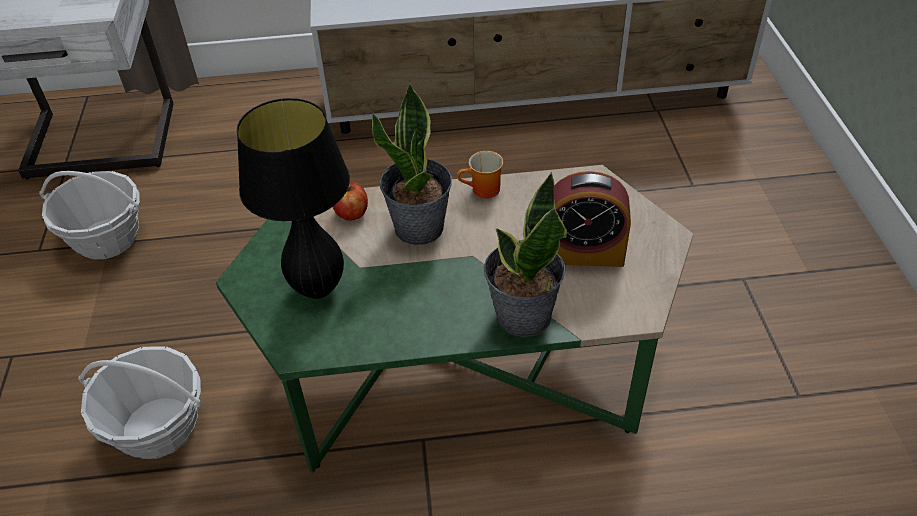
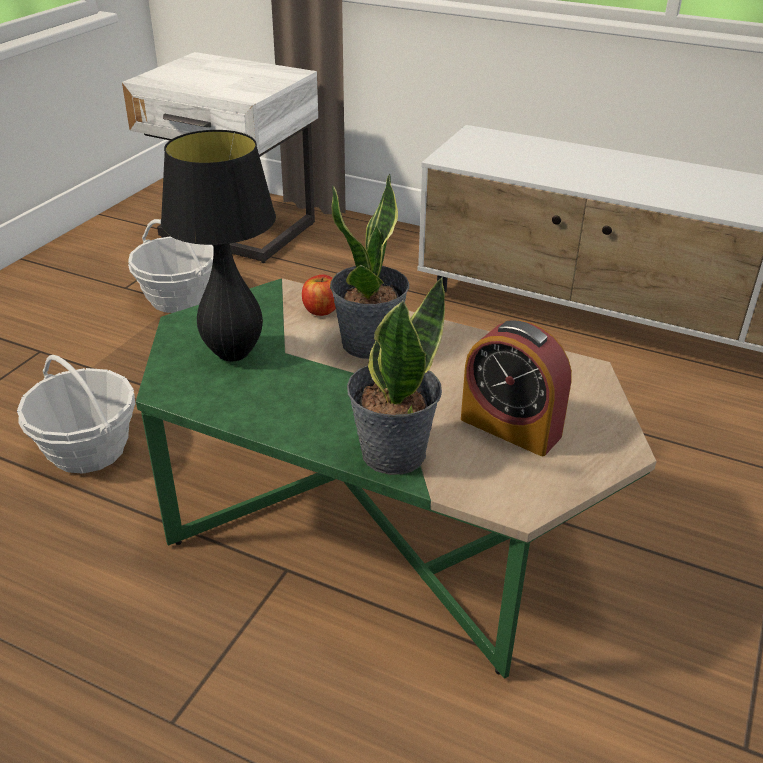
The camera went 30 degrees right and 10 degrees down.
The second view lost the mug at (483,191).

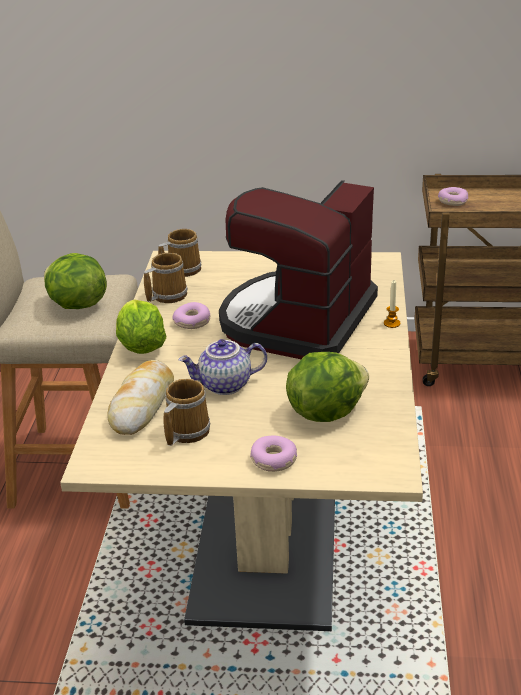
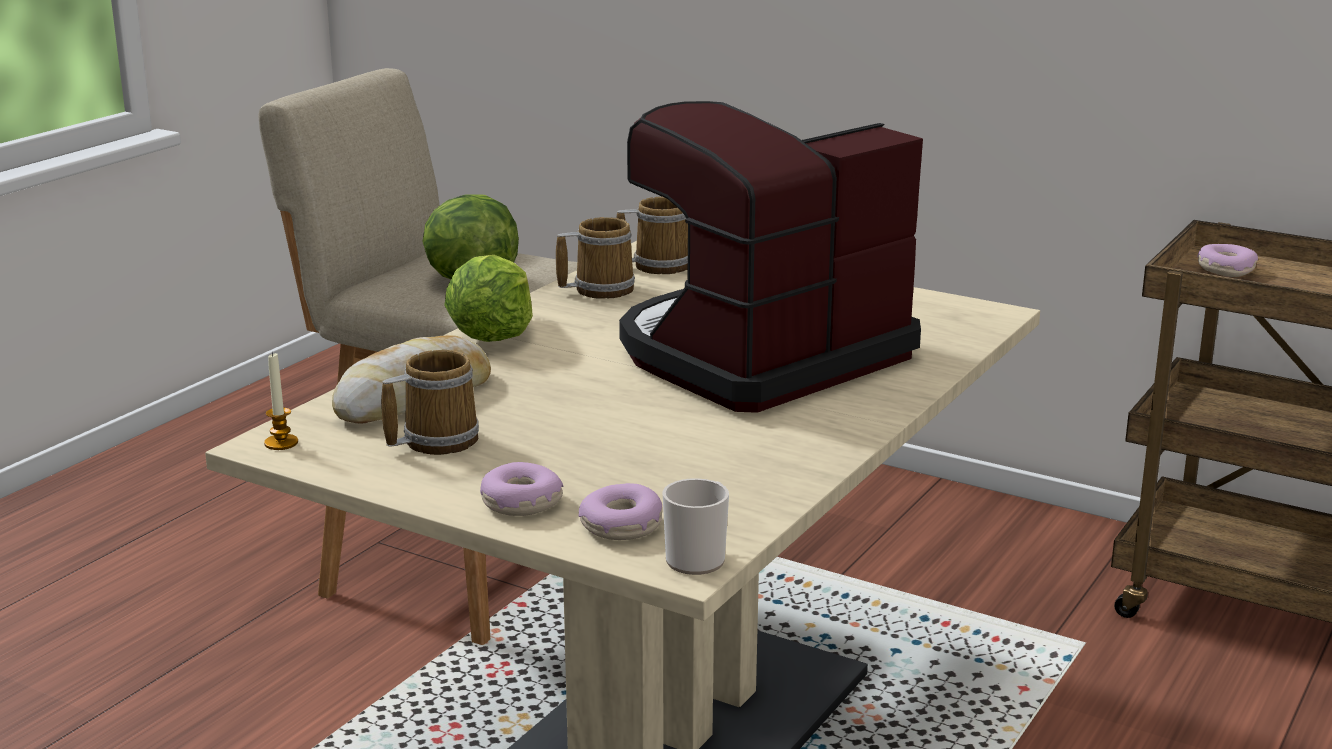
The camera went 25 degrees right and 10 degrees down.
The wax light ended up elsewhere, having gone from (392,323) to (281,443).
The donut ended up elsewhere, having gone from (192,322) to (621,526).
The second view lost the teapot at (225,386).
The second view lost the lettuce at (325,411).
The second view gained the mug at (699,557).

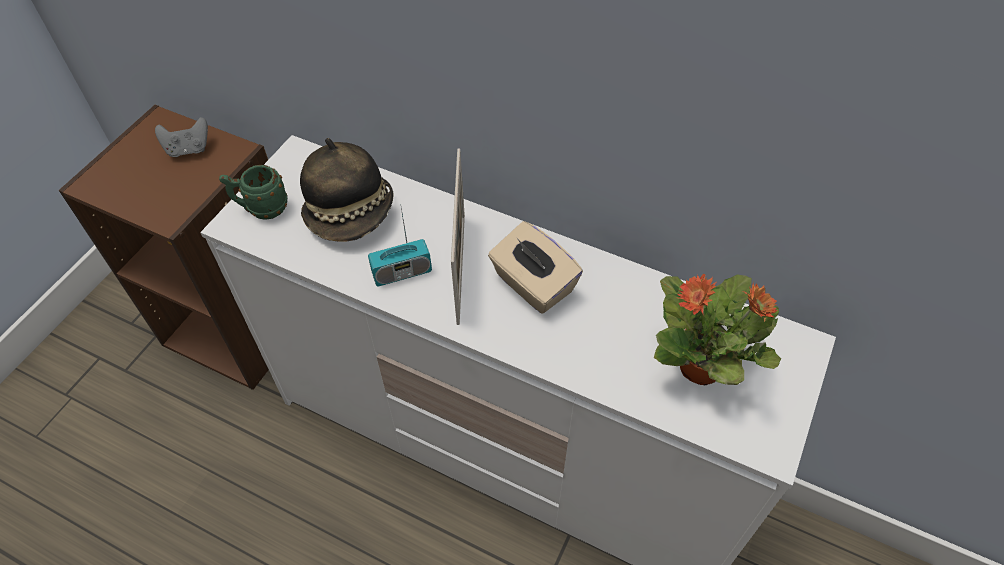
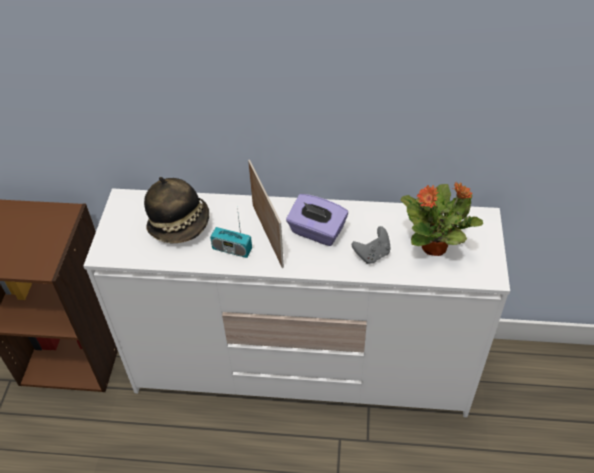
The camera went 20 degrees left and 5 degrees down.
The game controller (gray) ended up elsewhere, having gone from (188,149) to (372,254).
The second view lost the mug (greenish) at (261,209).
The radio set at (402,272) ended up facing another way, 60 degrees clockwise from before.
What was the box of tissues (beige-coloured) at (533,285) turned into the box of tissues (purple) at (316,232).

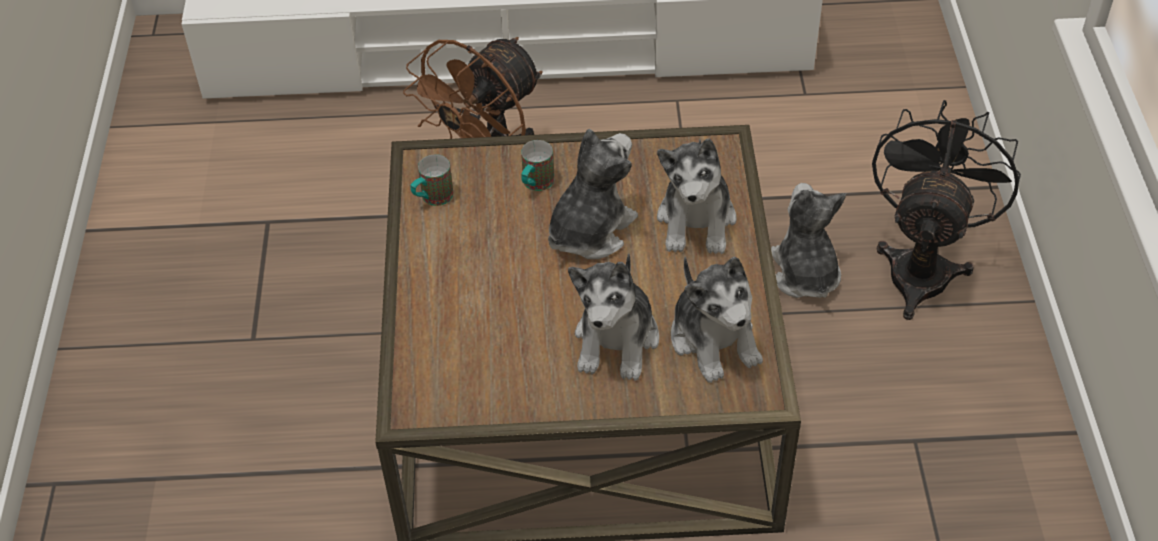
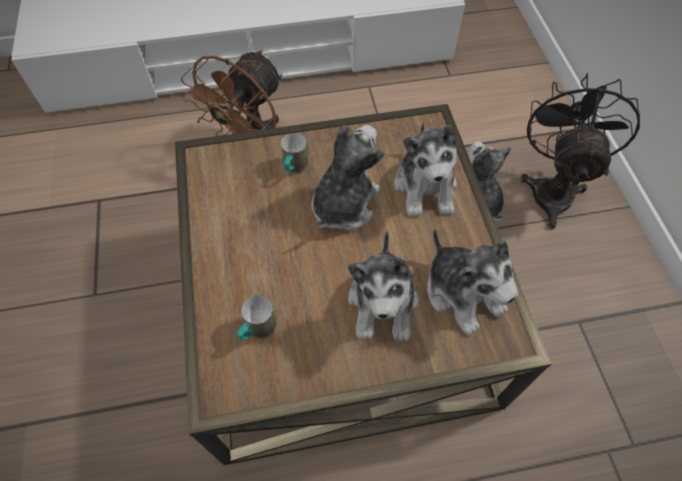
The camera went 10 degrees left and 10 degrees up.
The mug ended up elsewhere, having gone from (432,199) to (257,330).

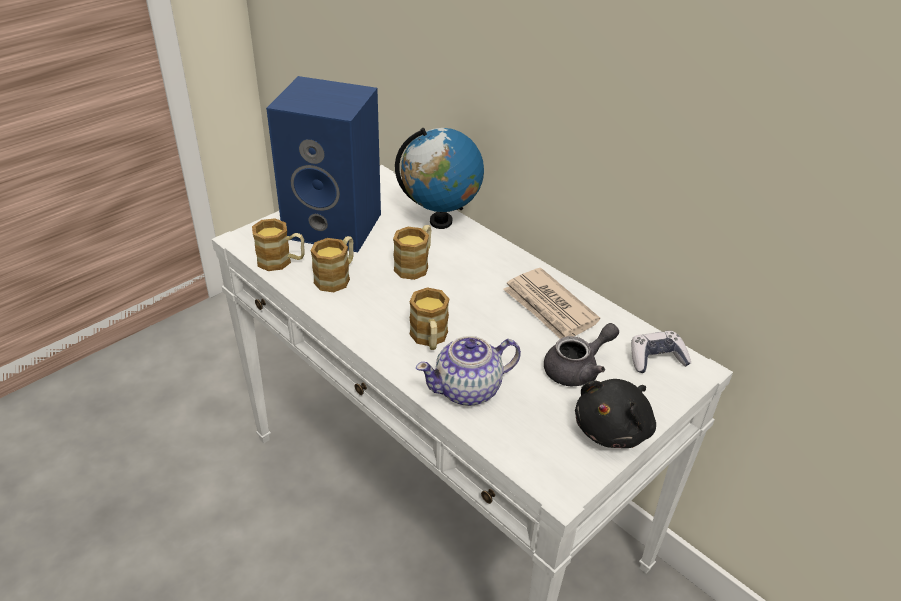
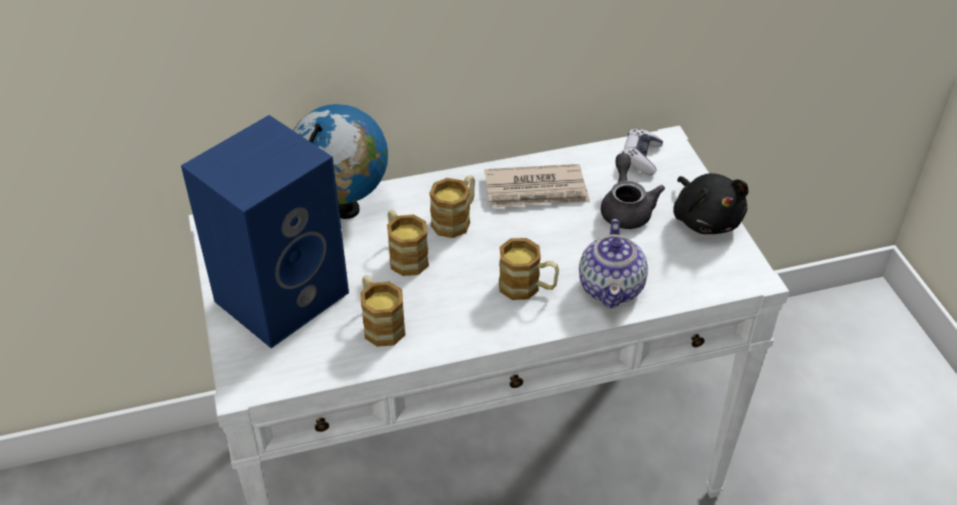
The camera went 60 degrees left and 5 degrees up.
The mug ended up elsewhere, having gone from (281,261) to (456,219).

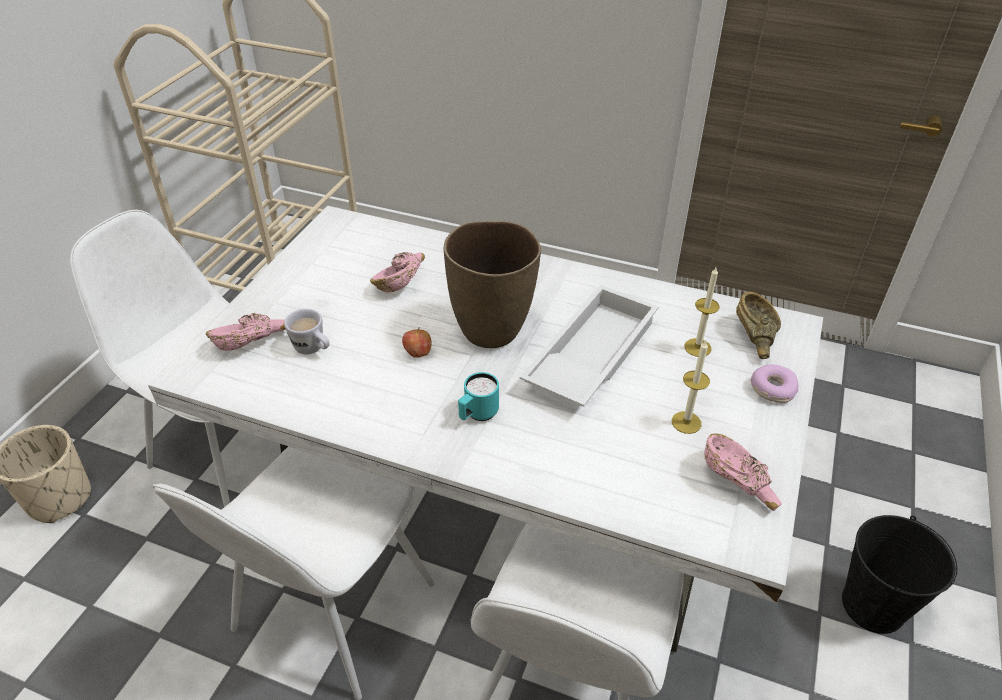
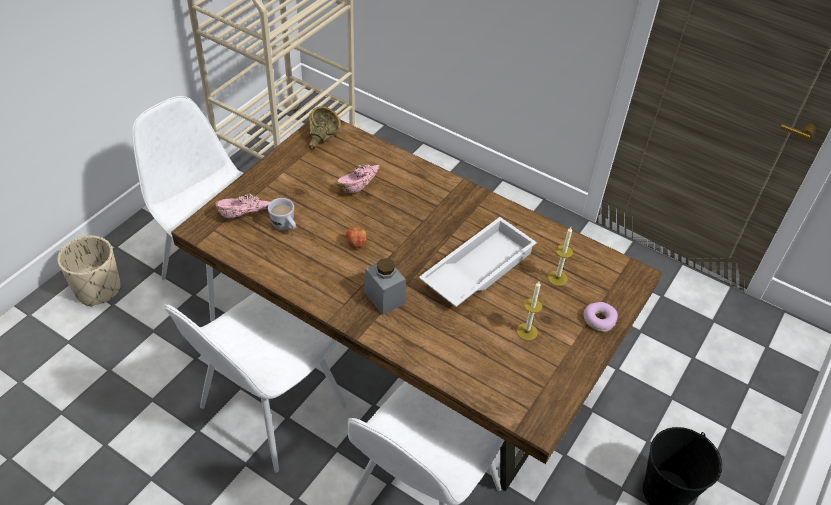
The camera went 10 degrees right and 5 degrees up.
What was the dining table (whitish) at (498,513) turned into the dining table (brown-coloured) at (406,365).
The second view lost the decorative vase (brown-coloured) at (492,330).
The bowl (brown-coloured) ended up elsewhere, having gone from (758,338) to (323,137).
Where the mug (turquoise-coloured) stood at (477,415), the storage jar (gray) came to stand at (384,297).
The second view lost the bowl (pinkish) at (741,482).

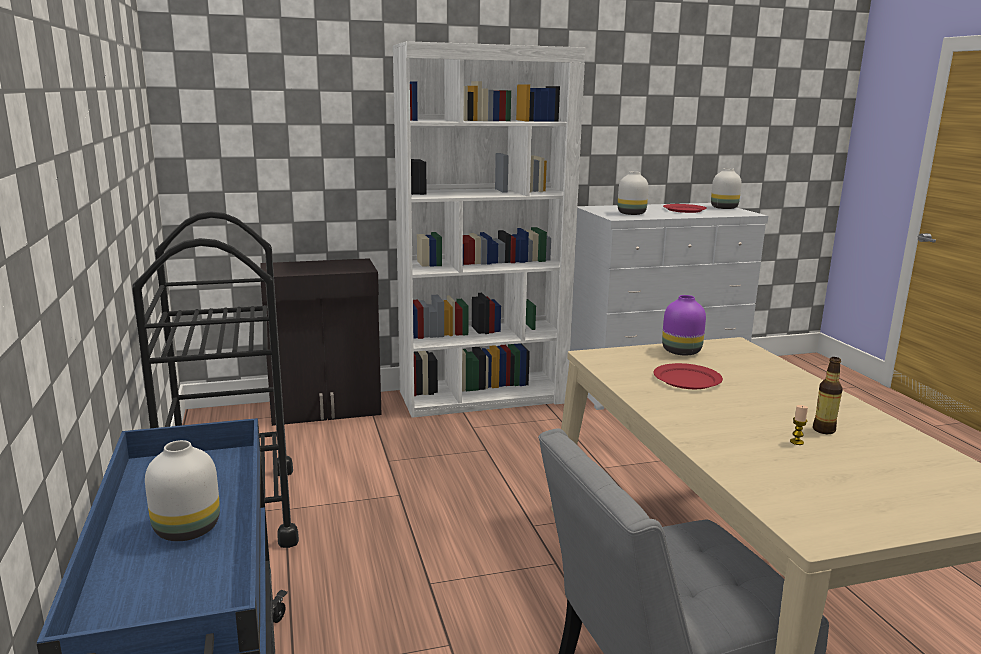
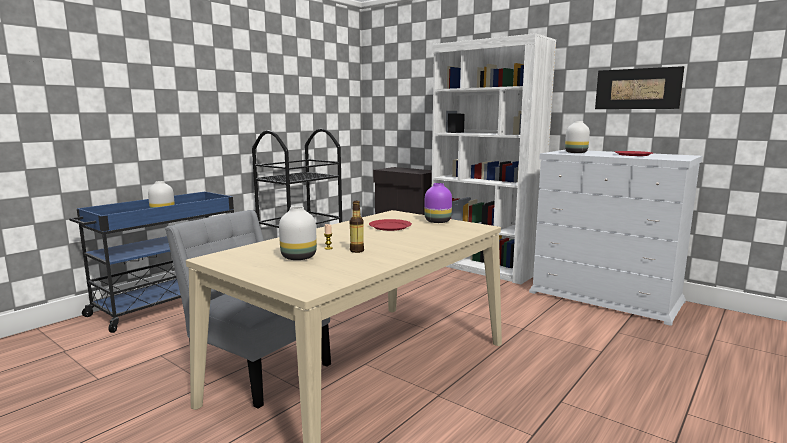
The camera went 55 degrees right and 5 degrees down.
The decorative vase (whitish) ended up elsewhere, having gone from (723,208) to (298,257).
The second view gained the wall picture at (637,89).

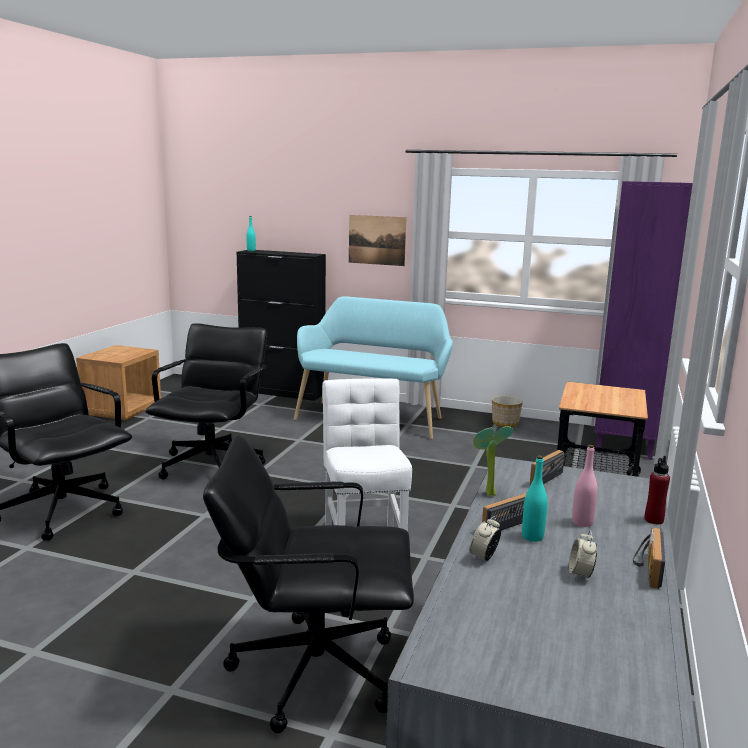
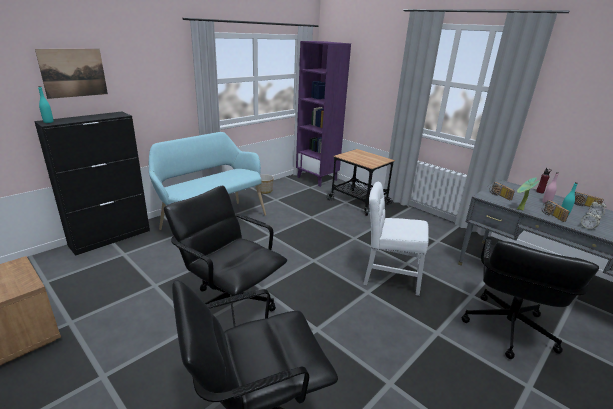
The camera went 65 degrees left and 10 degrees up.
The wall picture ended up elsewhere, having gone from (377,240) to (73,73).

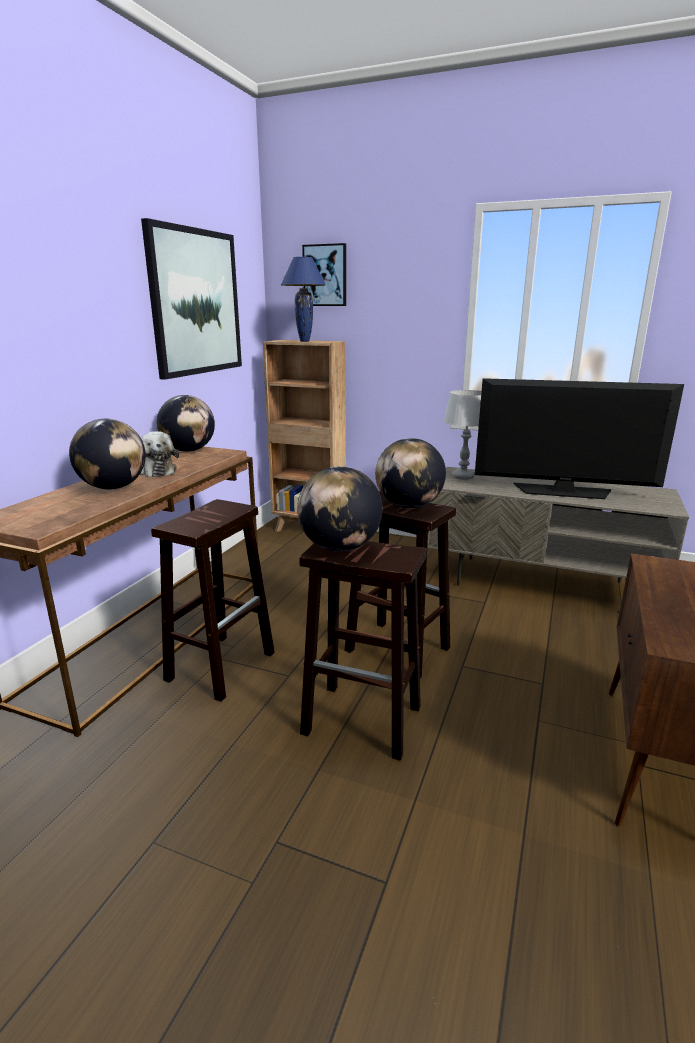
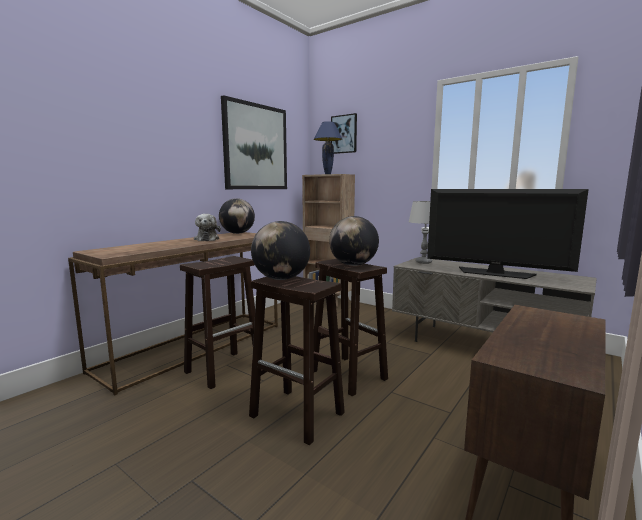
The camera went 15 degrees right and 10 degrees down.
The second view lost the desk globe at (113,487).

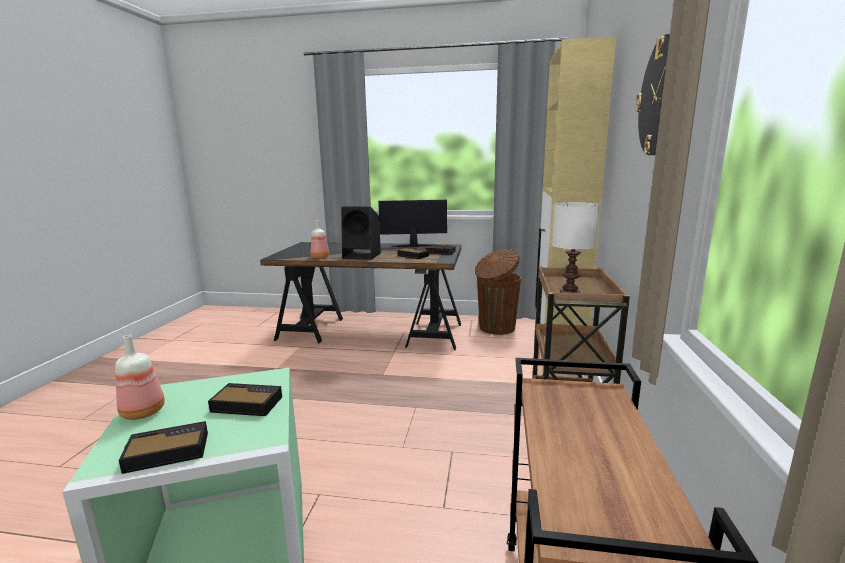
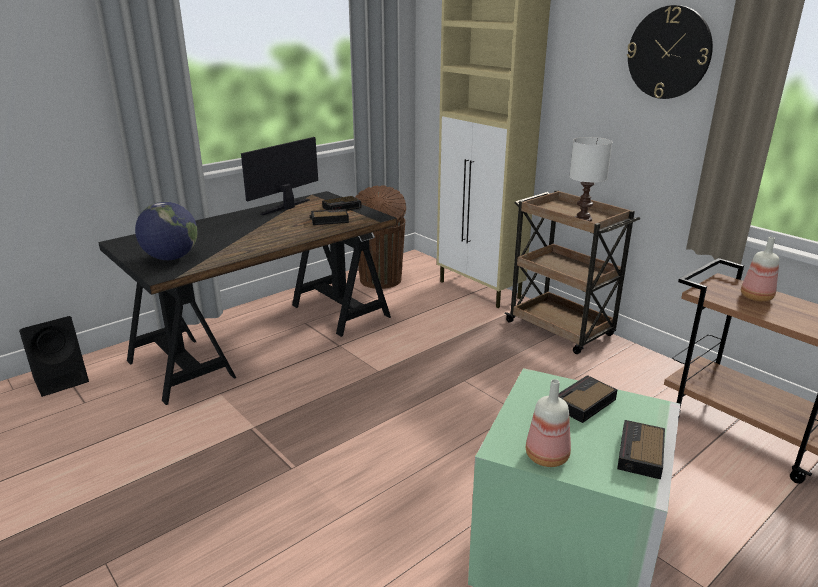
The camera went 50 degrees left and 10 degrees up.
The audio speaker (blackish) ended up elsewhere, having gone from (363,256) to (62,379).
The beverage bottle ended up elsewhere, having gone from (319,257) to (757,298).
The second view gained the desk globe at (171,258).

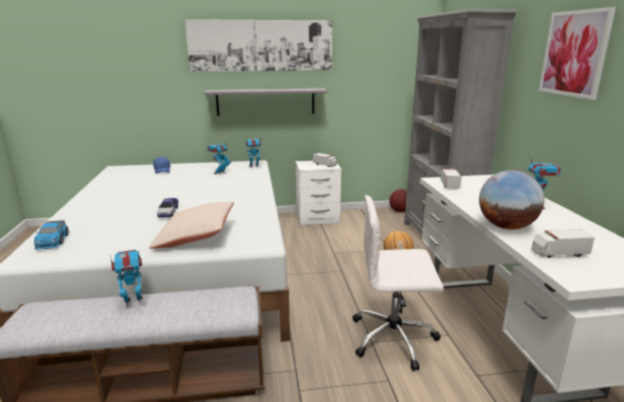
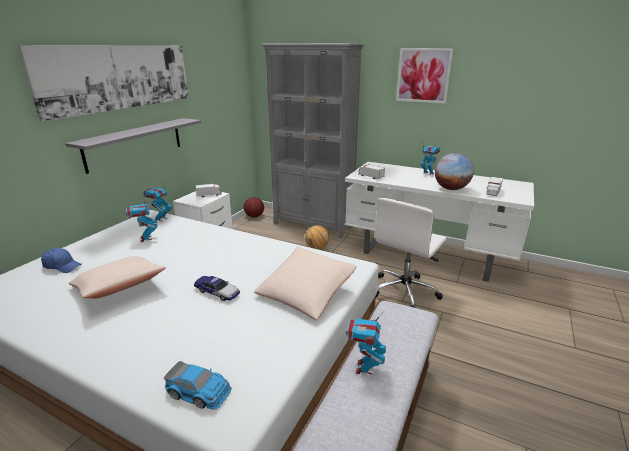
The camera went 55 degrees left and 5 degrees up.
The second view gained the cushion (beige-coloured) at (120,288).

